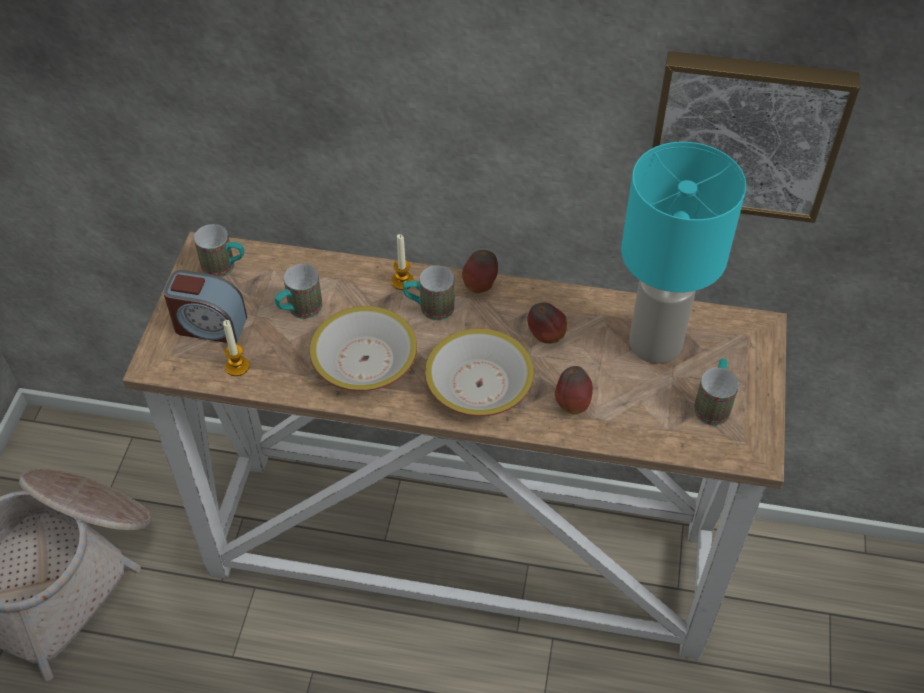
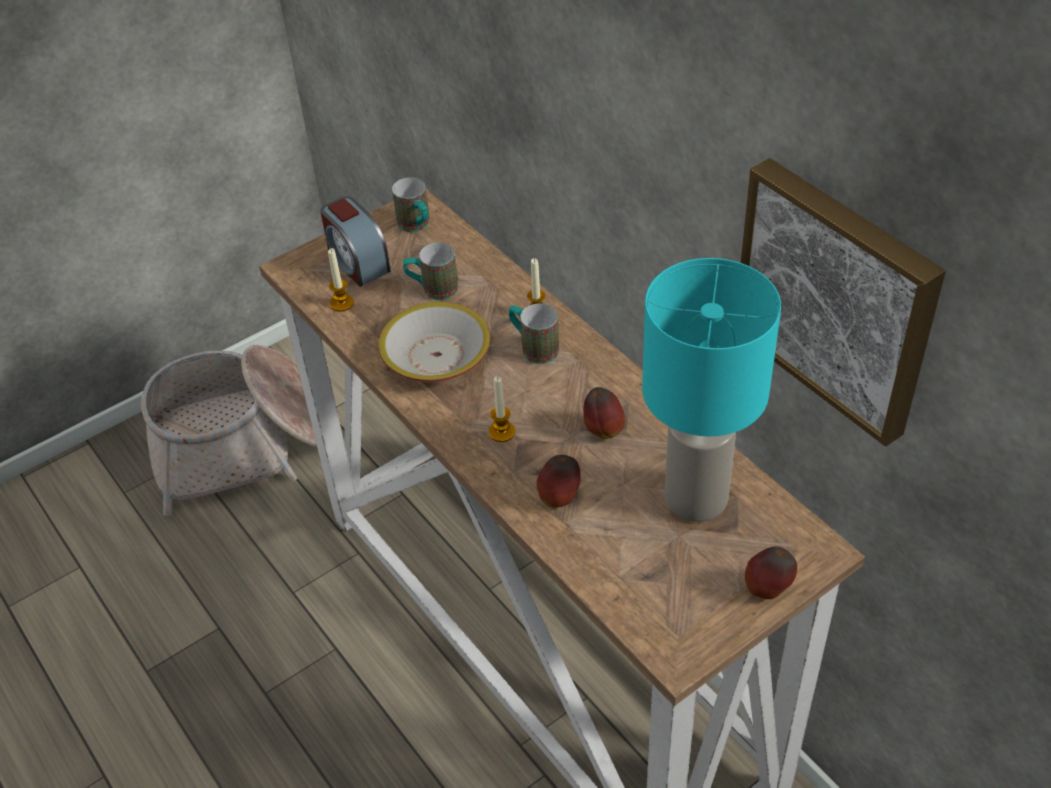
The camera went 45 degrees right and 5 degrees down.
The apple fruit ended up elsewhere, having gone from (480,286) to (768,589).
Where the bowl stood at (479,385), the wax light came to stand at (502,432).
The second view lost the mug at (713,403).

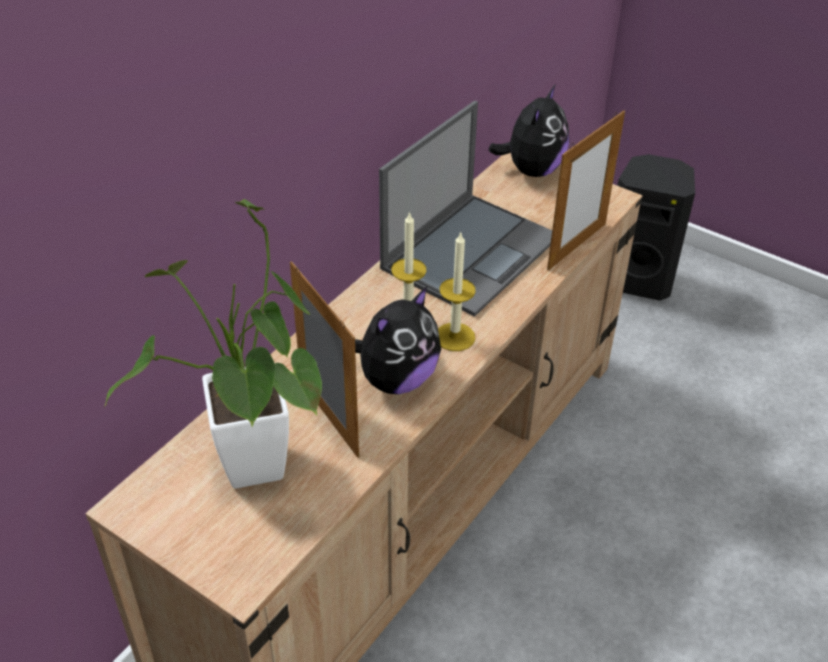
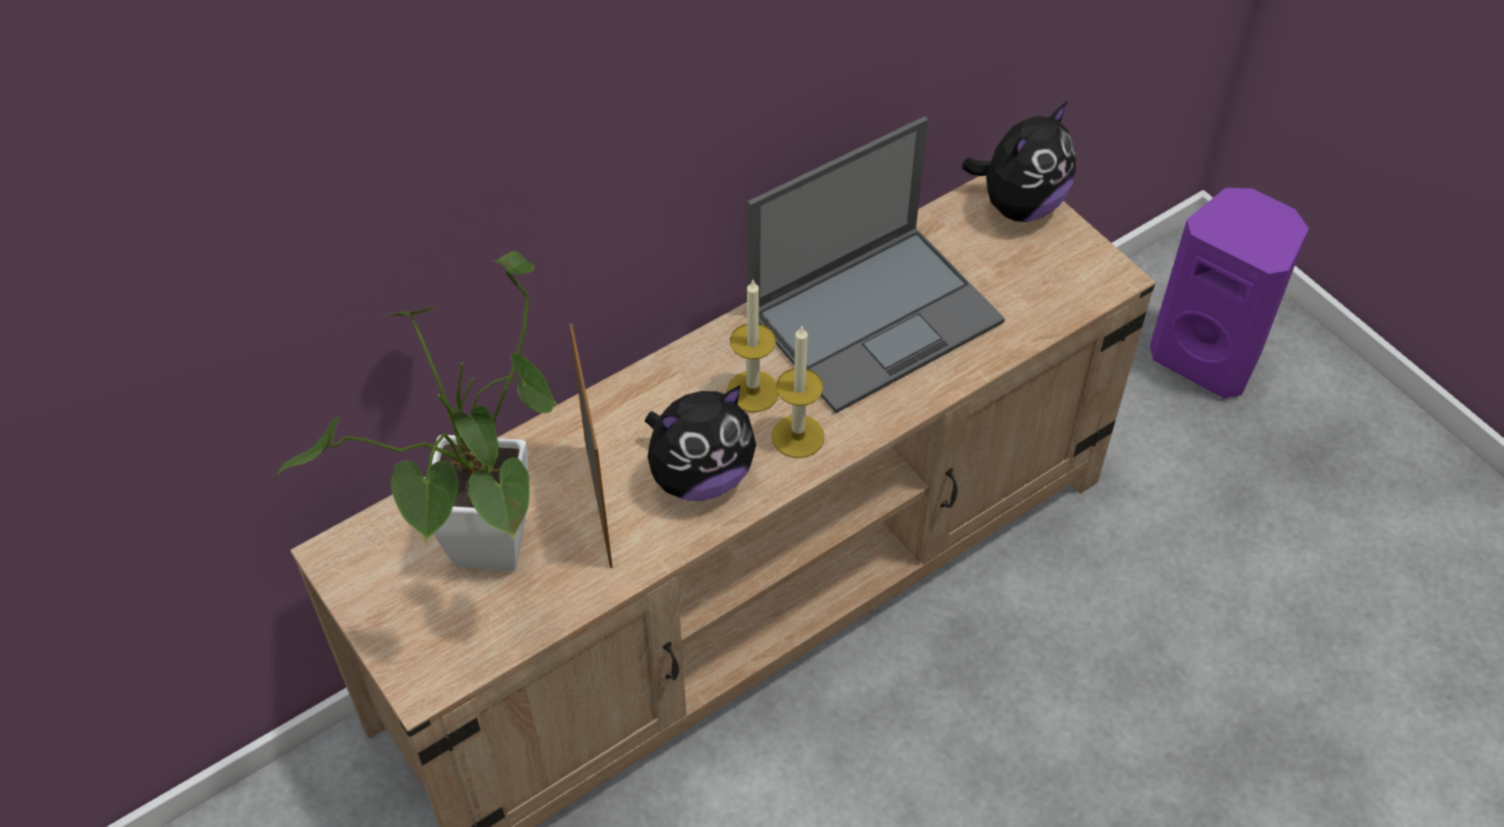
The camera went 20 degrees right and 10 degrees up.
The second view lost the photo frame at (576,246).
What was the audio speaker (blackish) at (637,279) turned into the audio speaker (purple) at (1208,355).

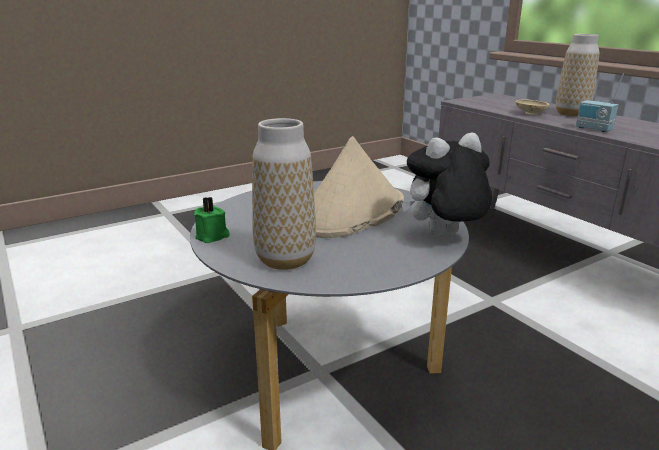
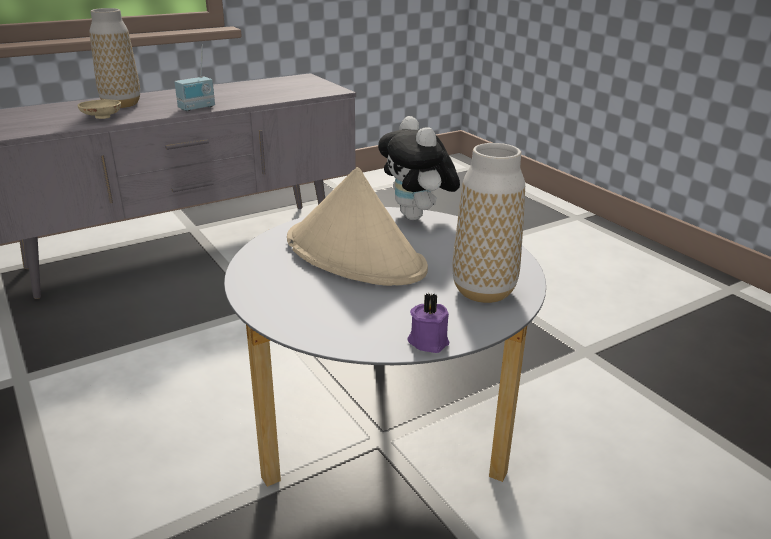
The camera went 90 degrees left and 5 degrees up.
What was the wax light (greenish) at (213,236) turned into the wax light (purple) at (428,340).

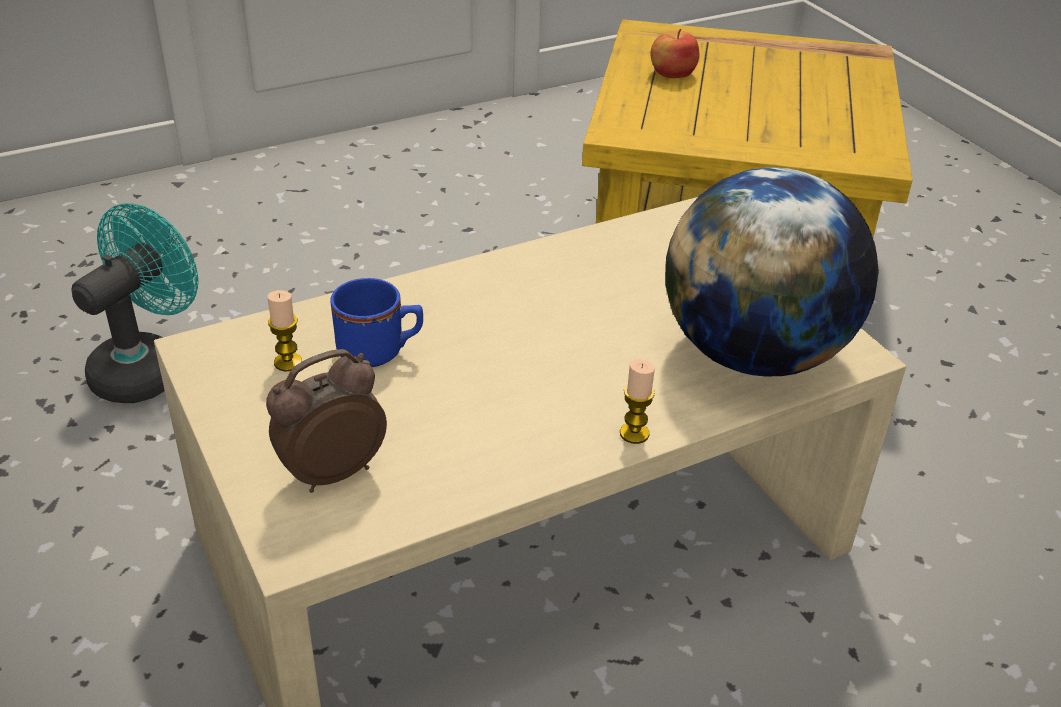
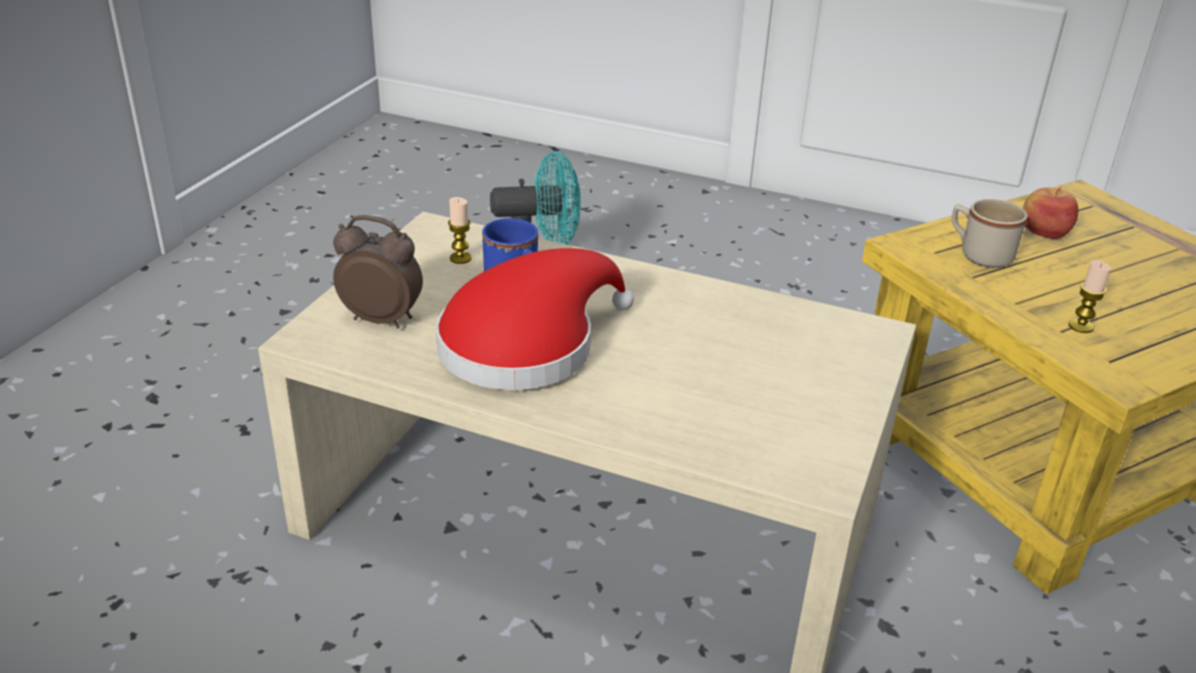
The camera went 50 degrees right and 5 degrees down.
The second view lost the desk globe at (755,354).
The wax light ended up elsewhere, having gone from (634,433) to (1080,326).
The second view gained the mug (beige-coloured) at (978,254).
The second view gained the clothing hat (reddish) at (526,345).

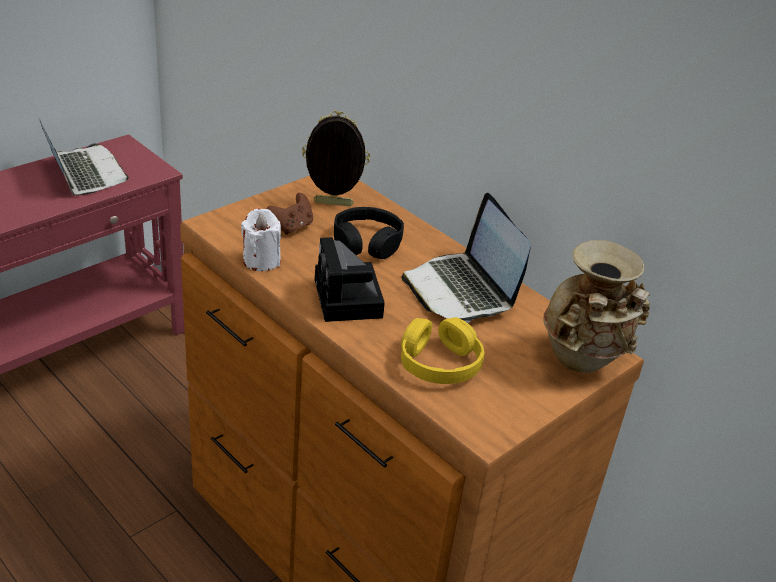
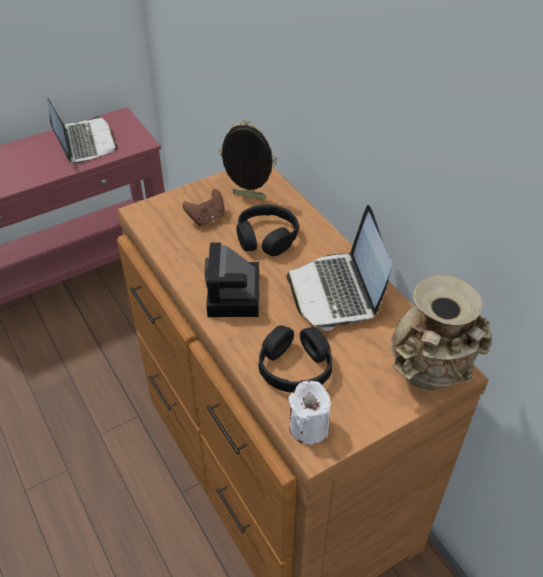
The camera went 15 degrees right and 10 degrees up.
The wax light (whitish) ended up elsewhere, having gone from (261,260) to (308,427).
What was the headset (yellow-coloured) at (439,362) turned into the headset (blackish) at (295,367).

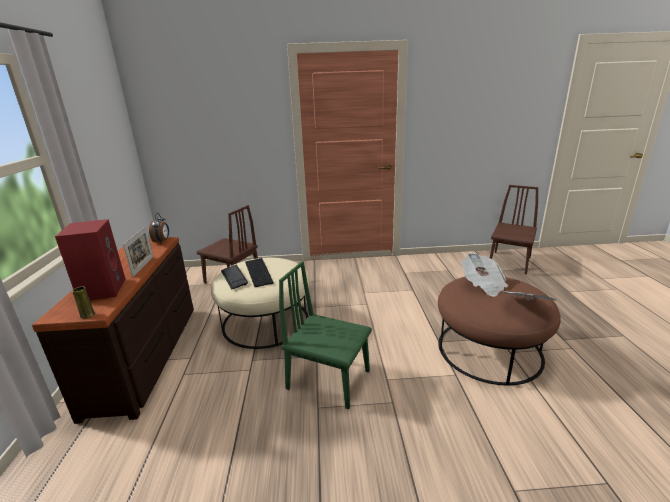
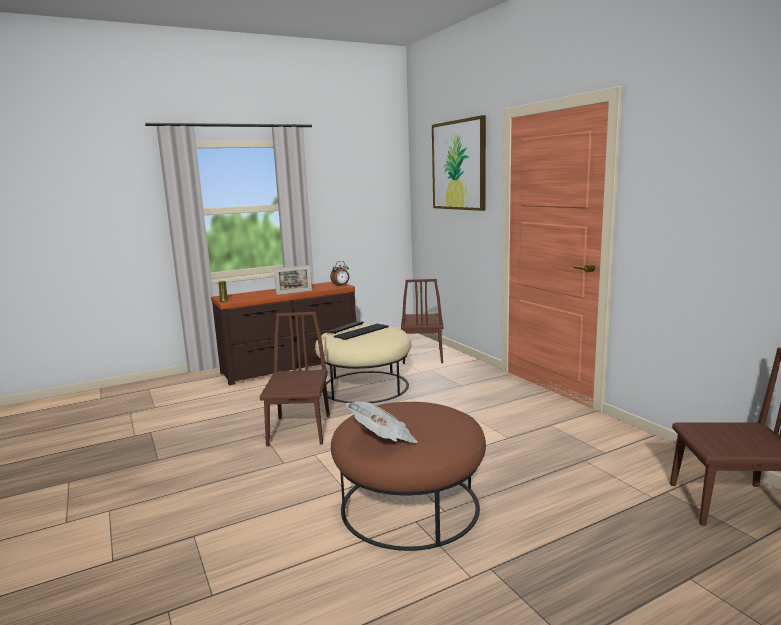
The camera went 65 degrees right and 10 degrees down.
The second view lost the audio speaker (reddish) at (102,289).
The second view lost the printed paper at (483,285).
What was the chair (greenish) at (328,379) turned into the chair (brown-coloured) at (299,430).
The second view gained the wall picture at (459,165).

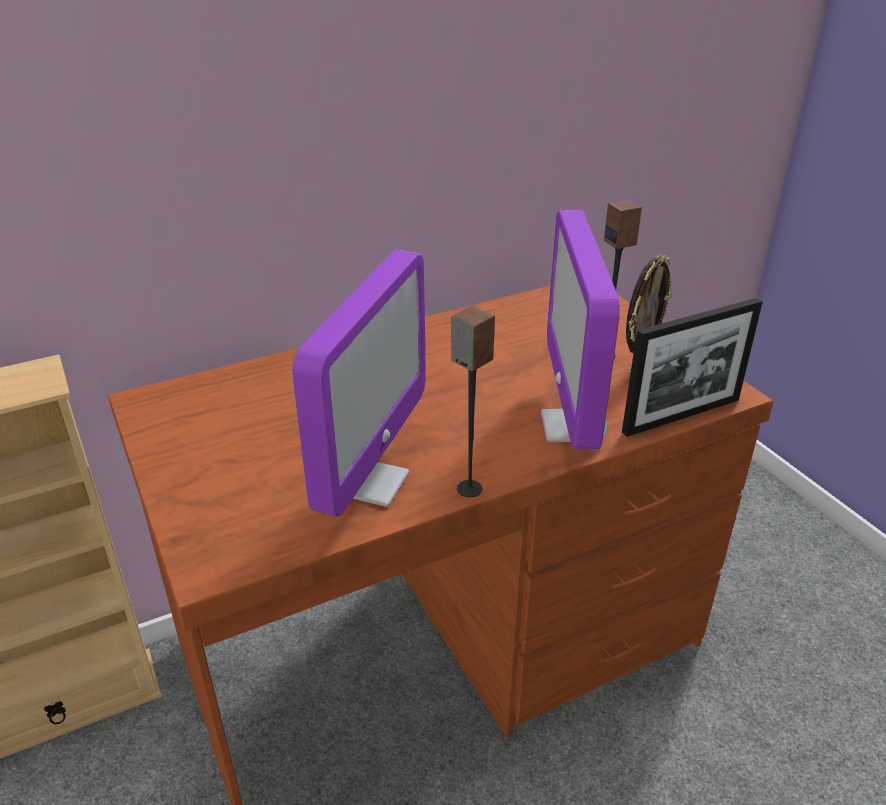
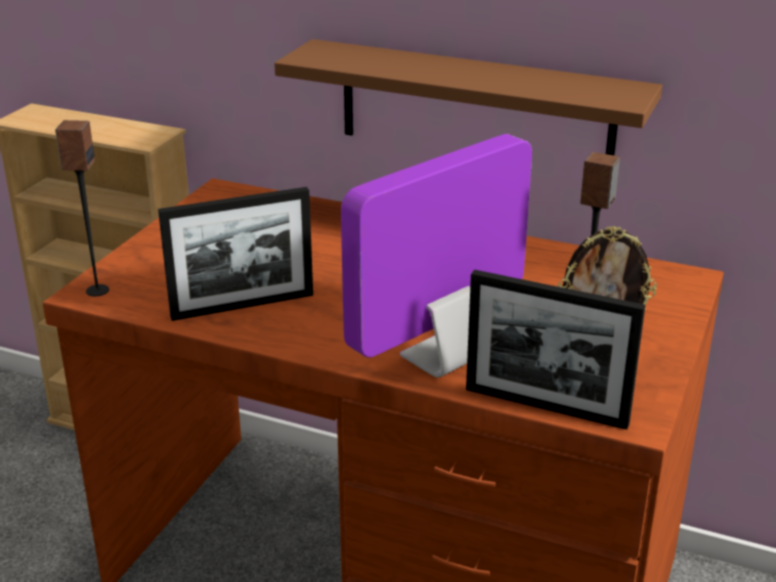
The camera went 50 degrees right and 5 degrees down.
Where the computer screen stood at (369,482), the photo frame came to stand at (242,306).
The audio speaker ended up elsewhere, having gone from (469,489) to (97,290).
The second view gained the shelf (brown-coloured) at (475,107).

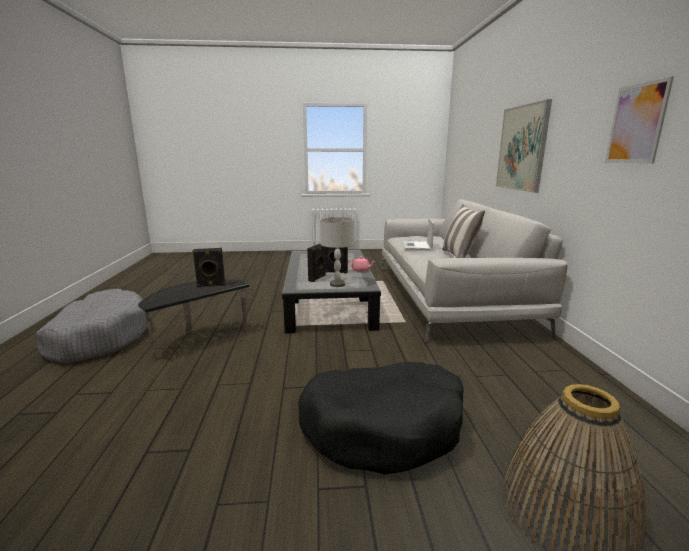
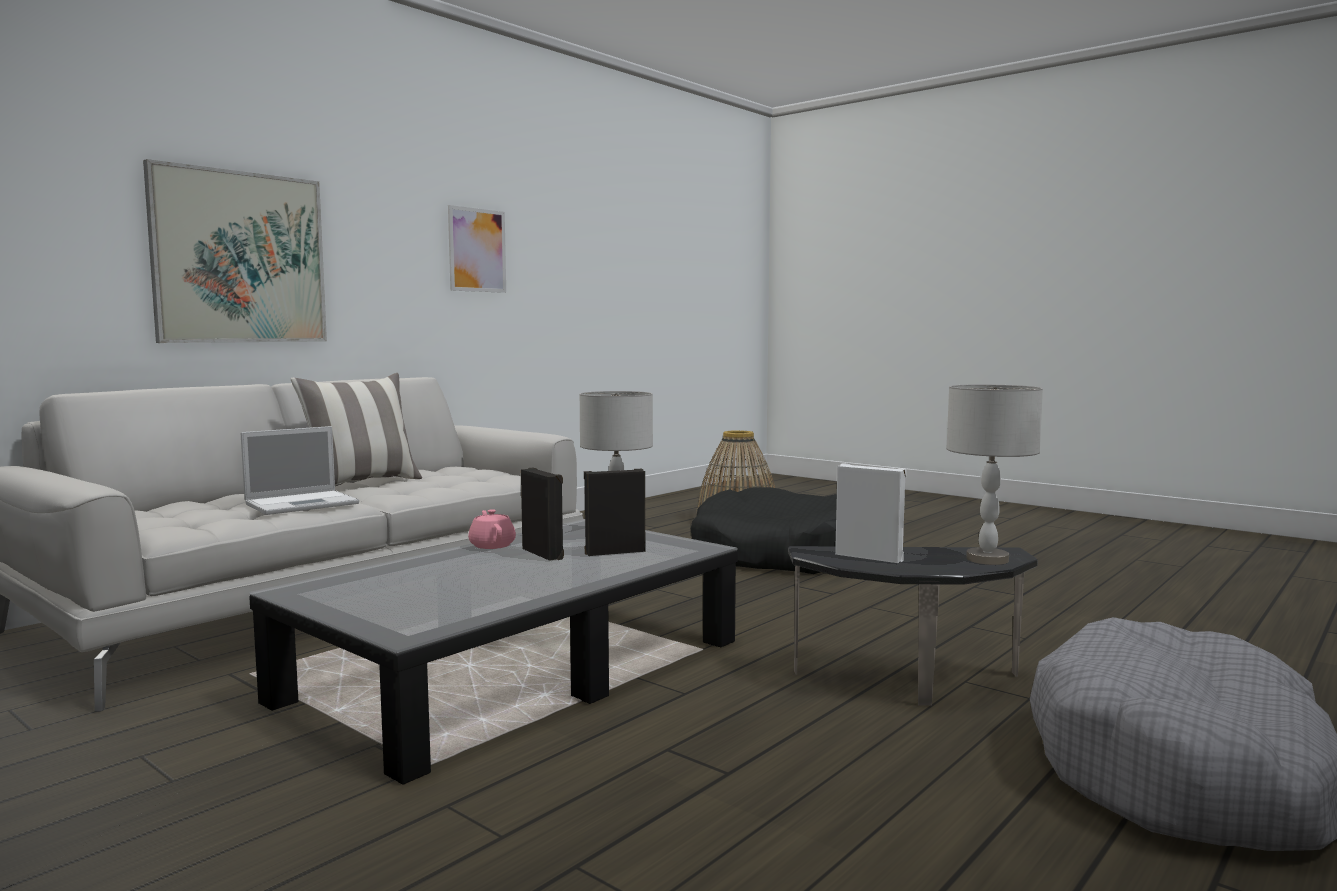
The camera went 135 degrees left and 10 degrees down.
What was the audio speaker (blackish) at (211,285) turned into the audio speaker (whitish) at (869,557).
The second view gained the lamp for a table (gray) at (988,559).

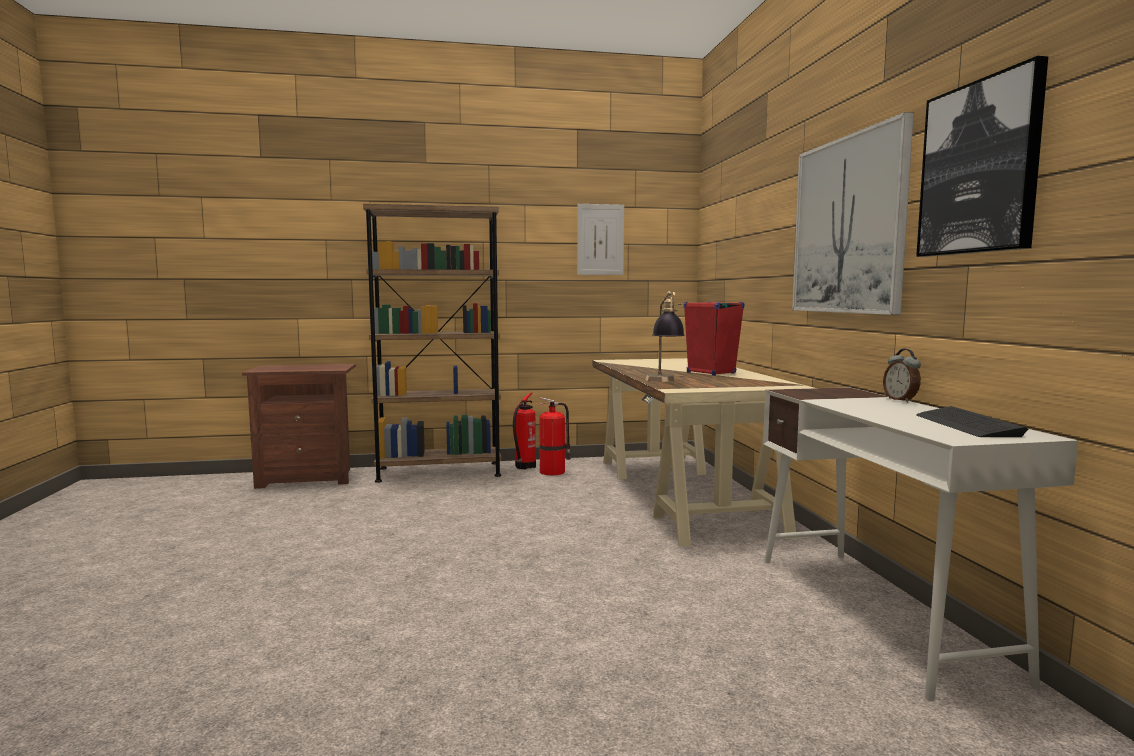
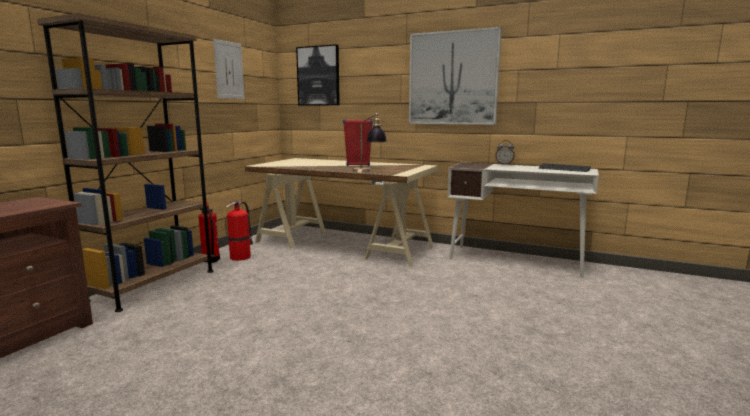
The camera went 55 degrees left and 5 degrees up.
The wall picture ended up elsewhere, having gone from (979,168) to (318,76).

